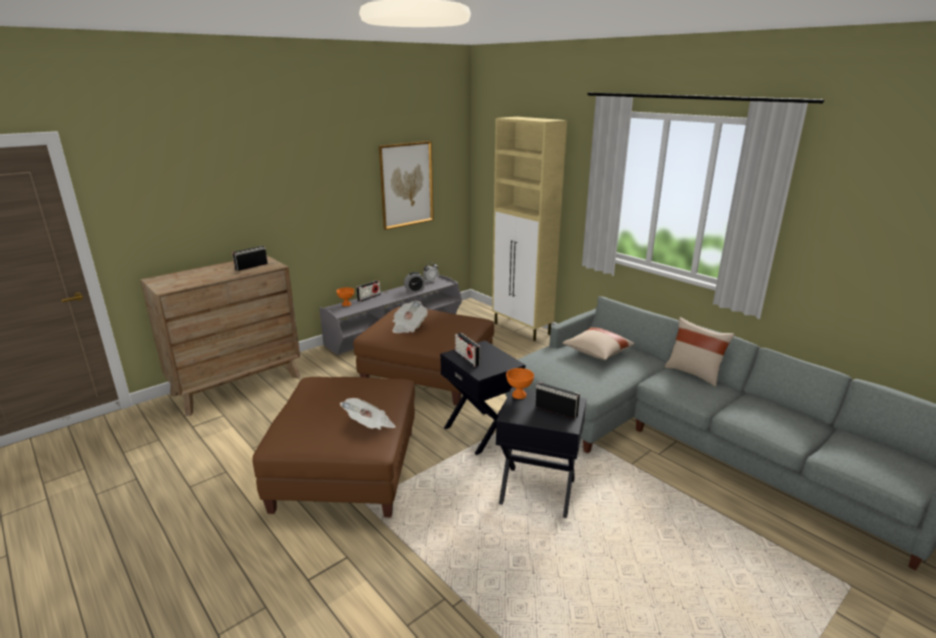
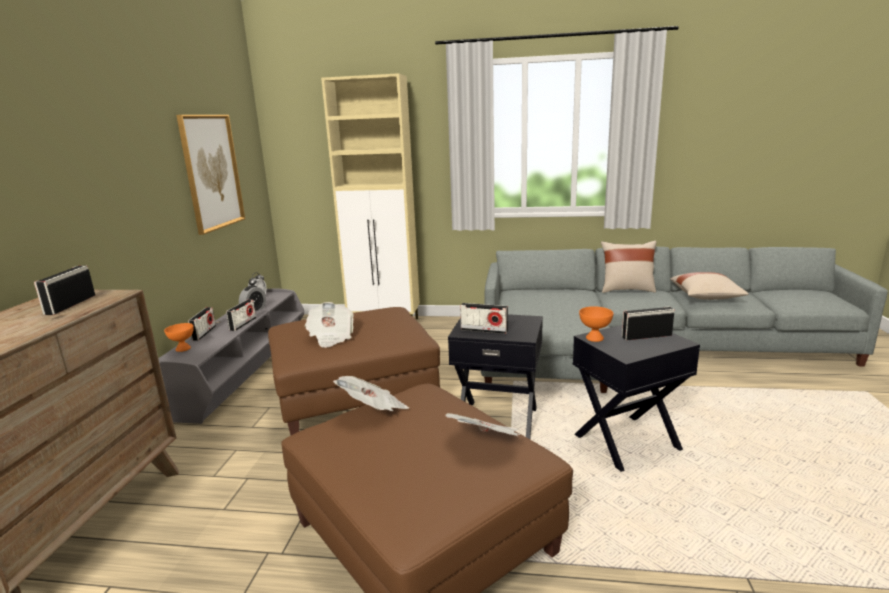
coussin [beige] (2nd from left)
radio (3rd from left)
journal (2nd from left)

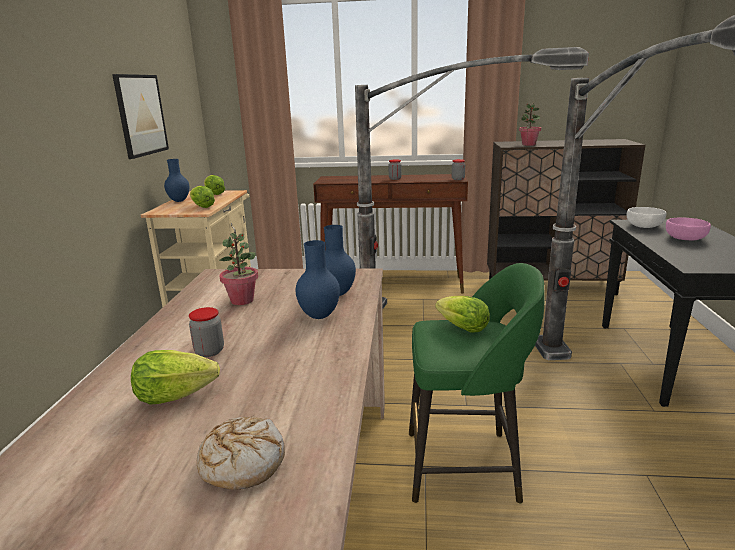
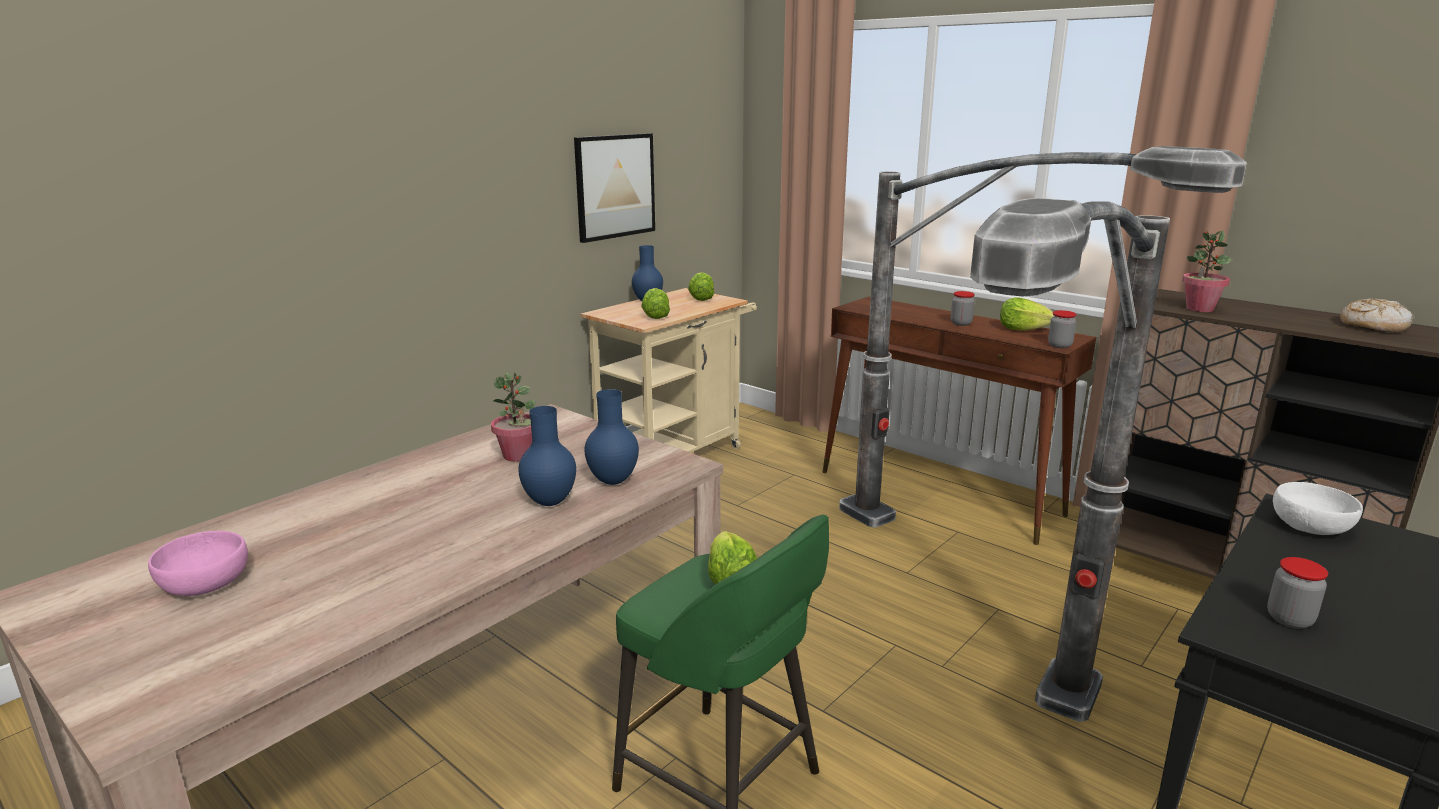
bol [rose]
bocal (3rd from left)
laitue (4th from left)
pain

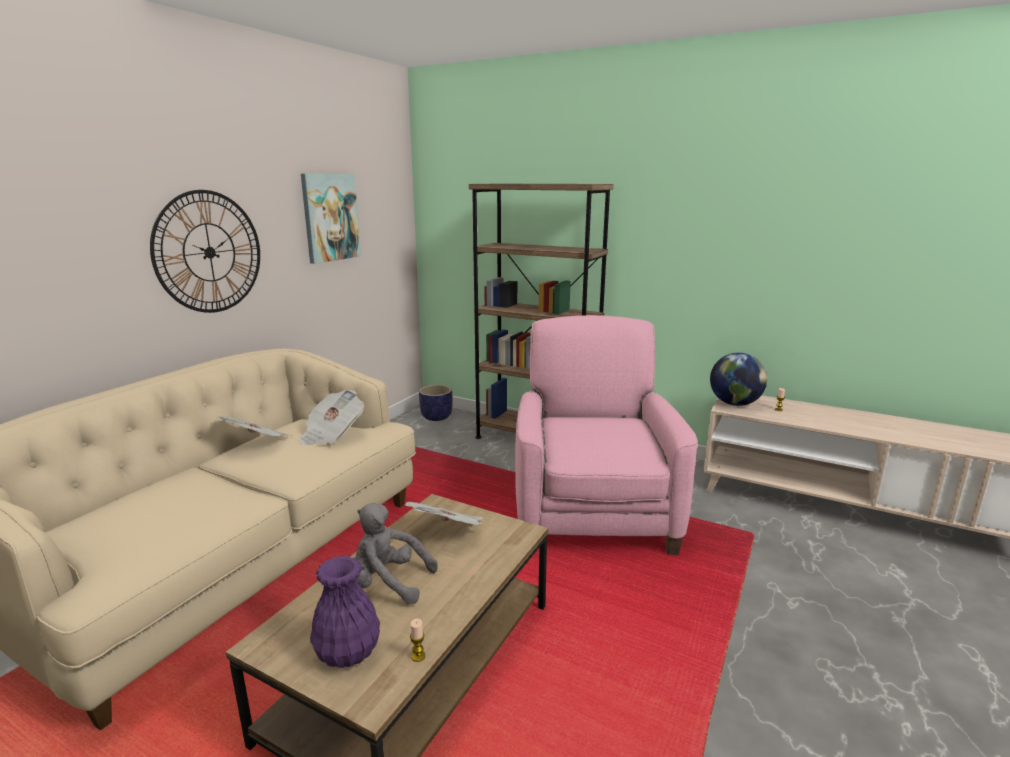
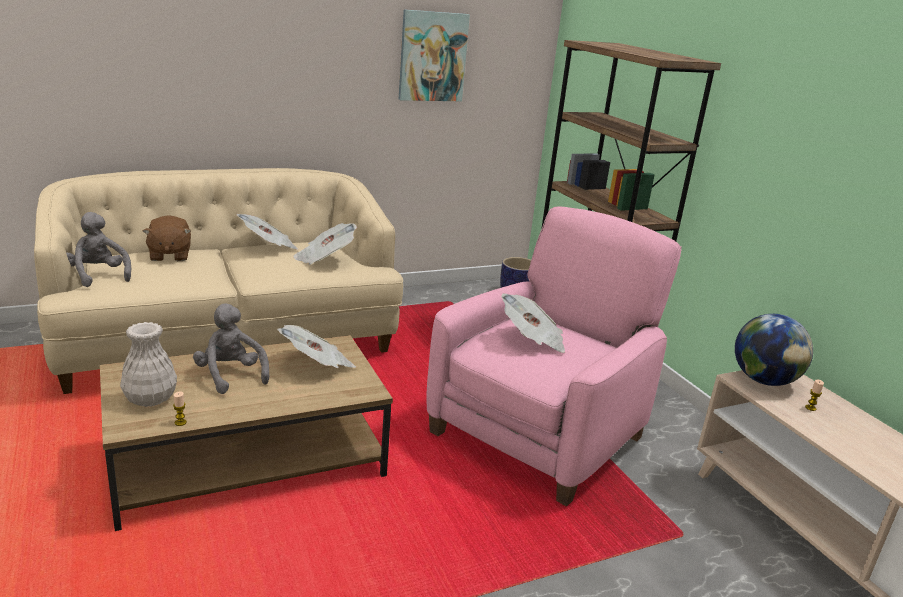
horloge murale
vase [blanc]
peluche [gris] (1st from left)
peluche [marron]
journal (4th from left)

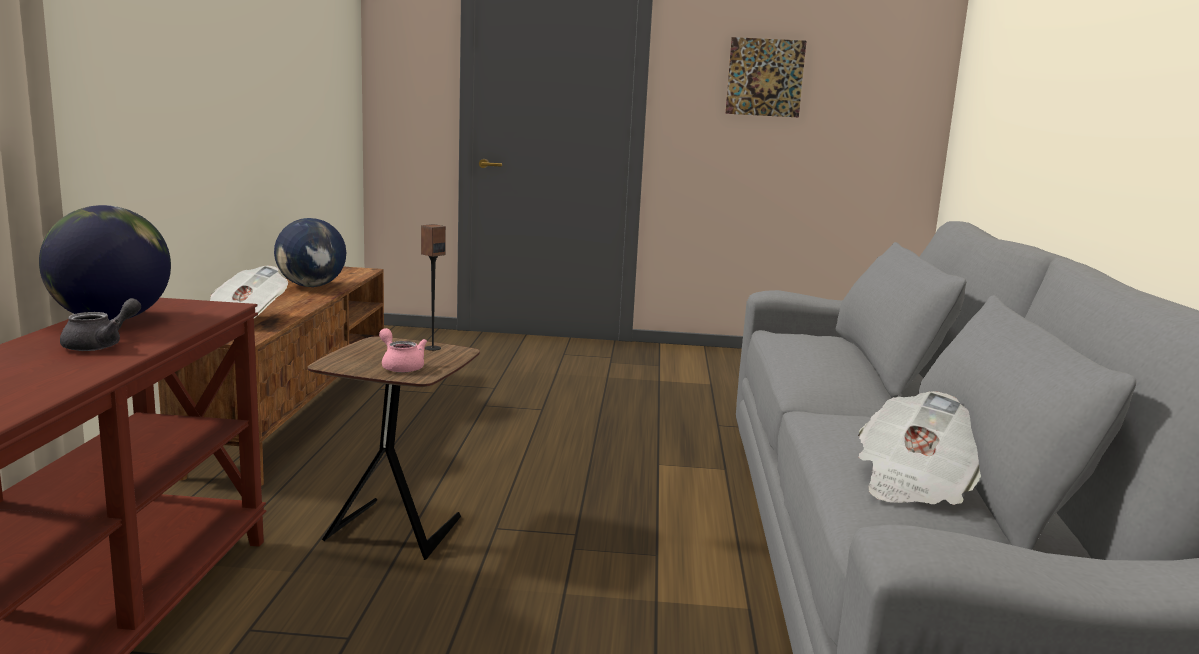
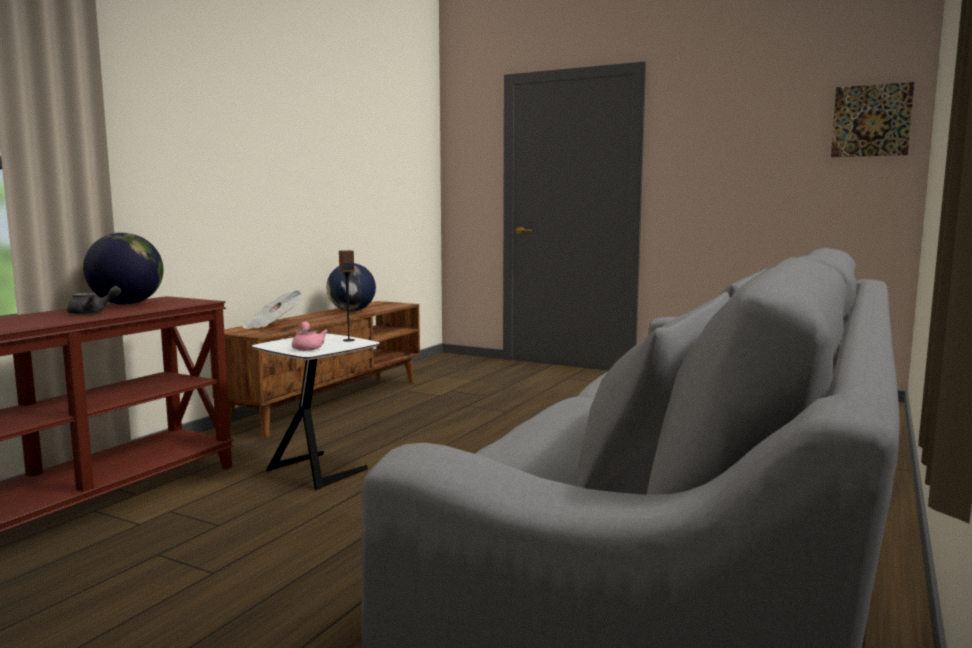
tableau
table d'appoint [blanc]
journal (2nd from left in the first image)

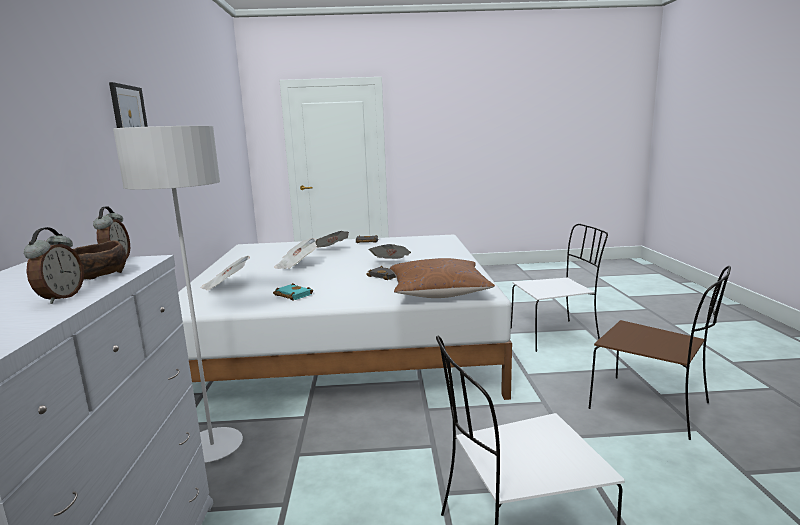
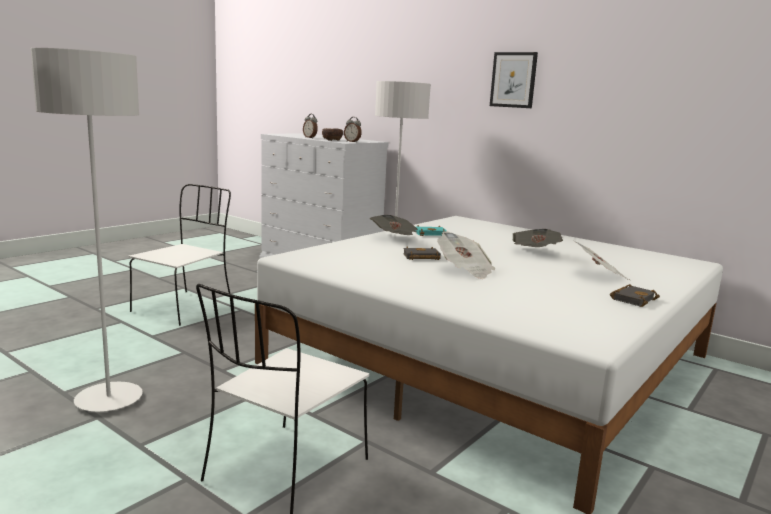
journal (1st from left)
coussin [marron]
lampadaire [gris] (1st from left)

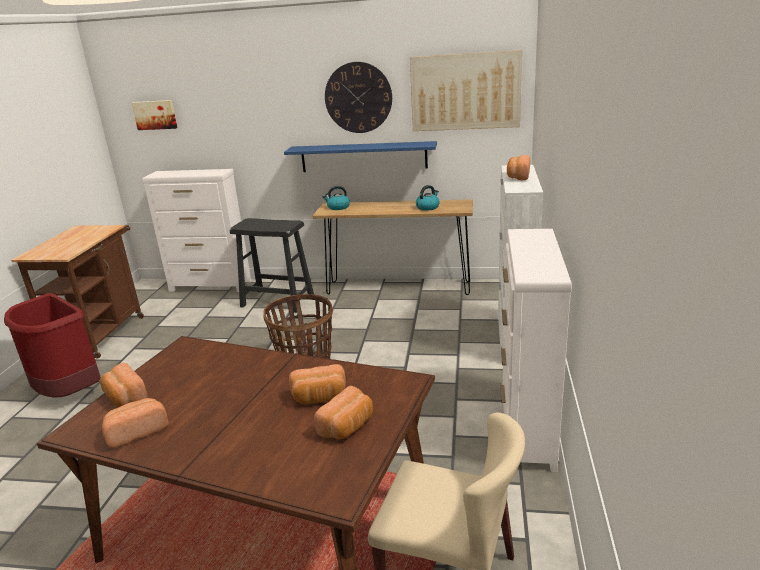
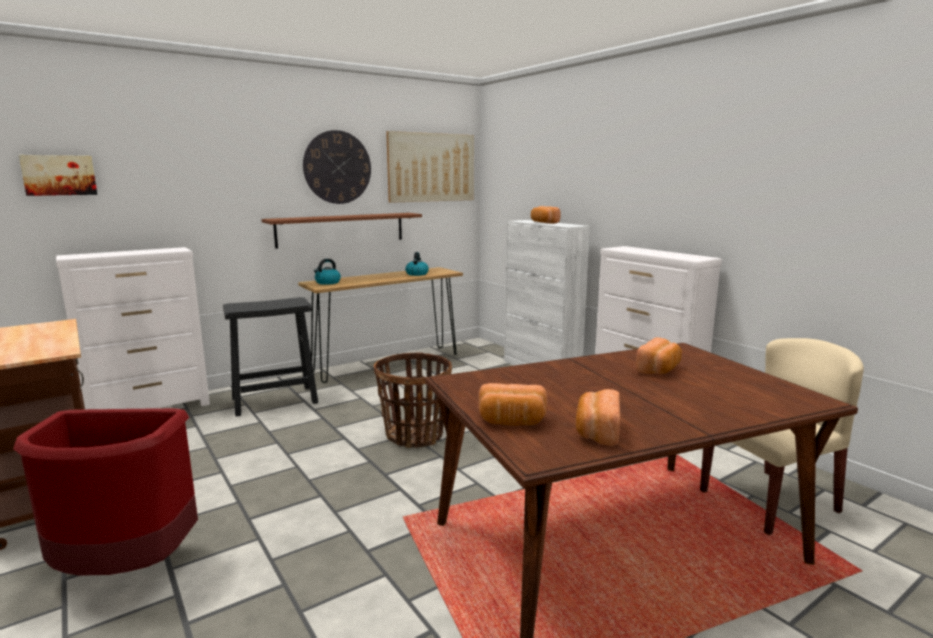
étagère [marron]
pain (4th from left in the first image)

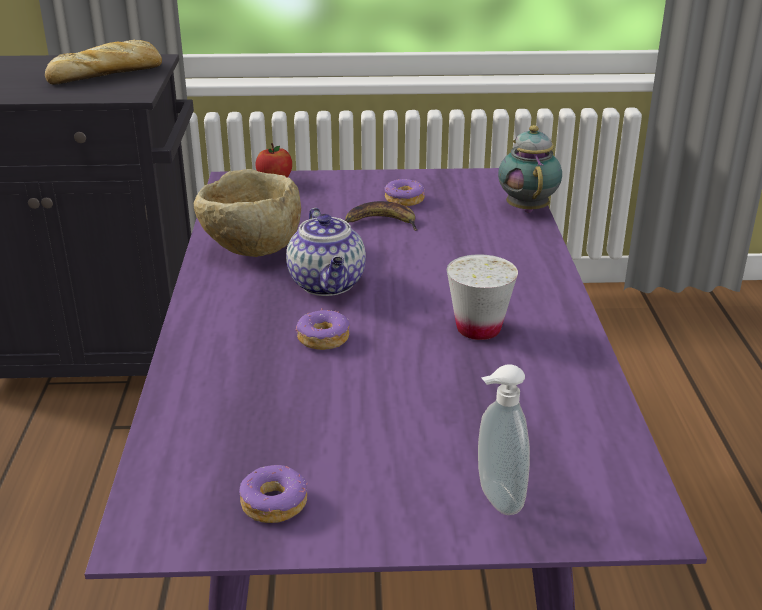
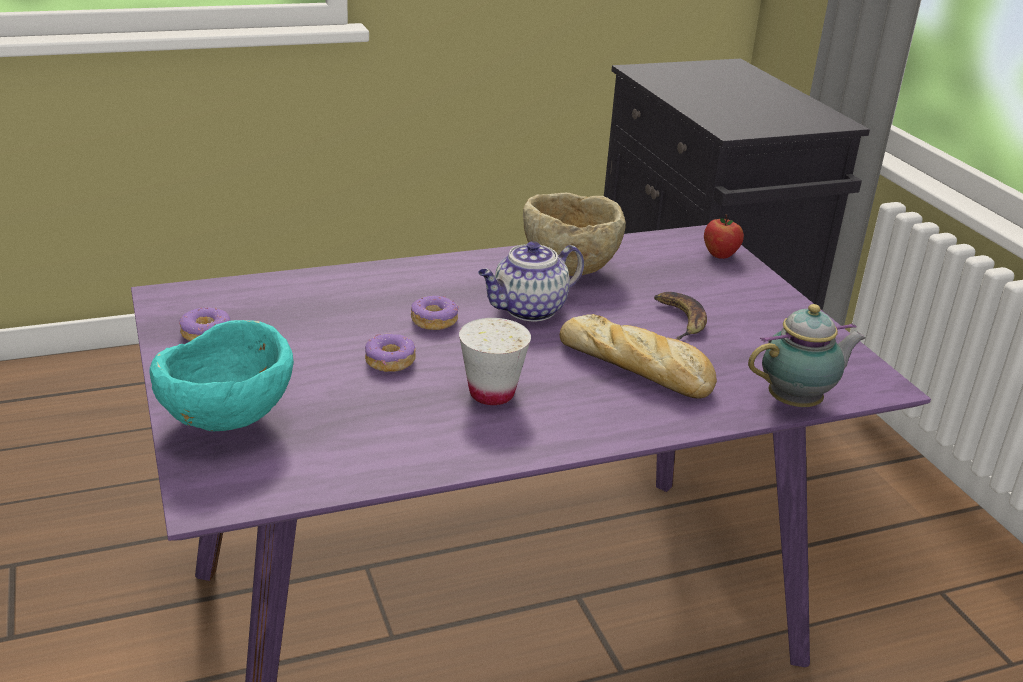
pain
beignet (2nd from left)
bol [turquoise]

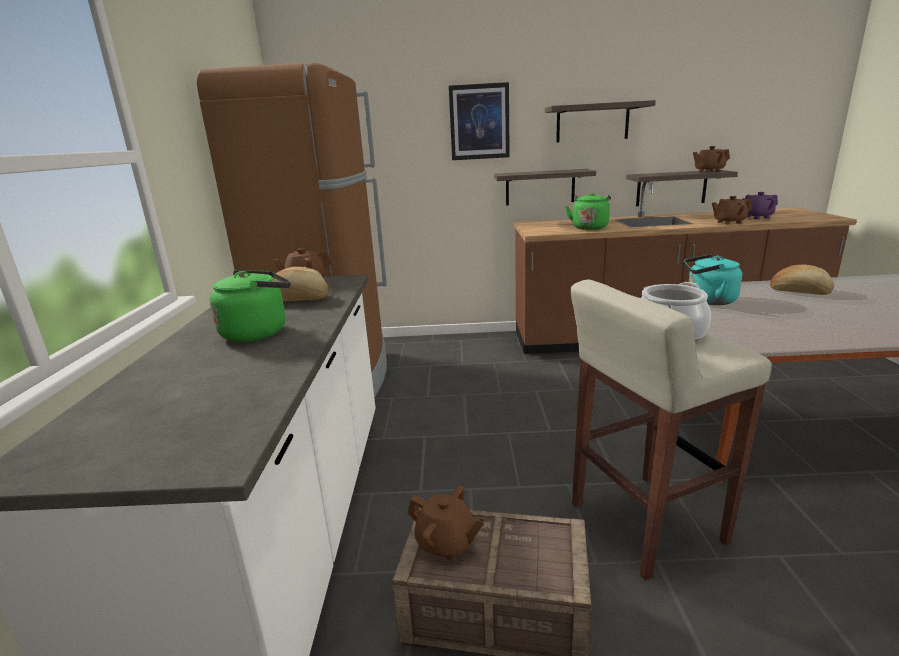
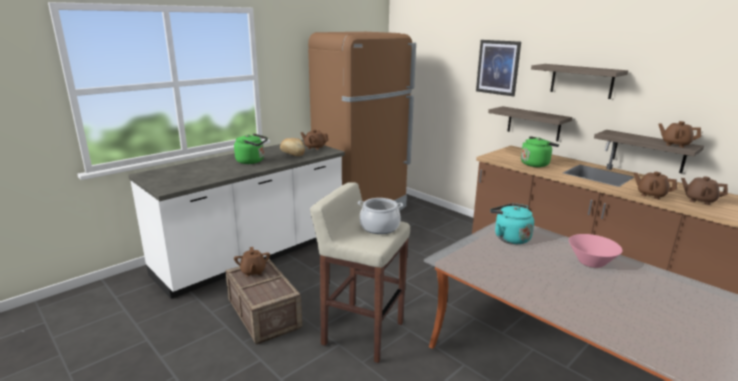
théière [marron] (5th from left)
bol [rose]

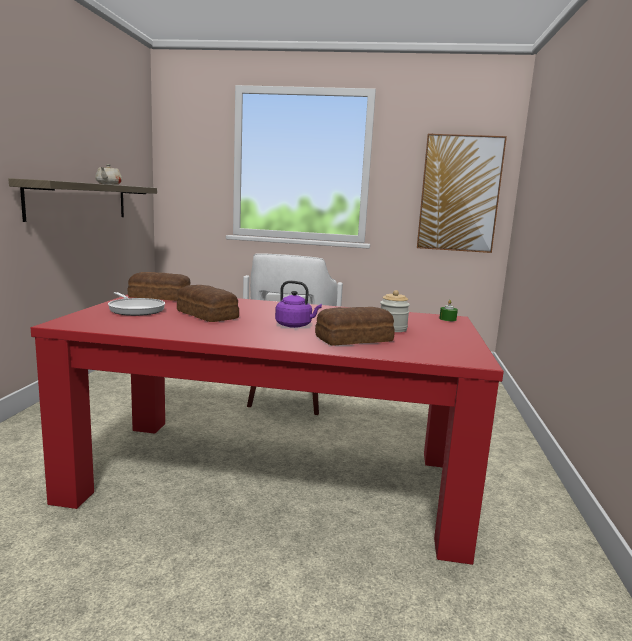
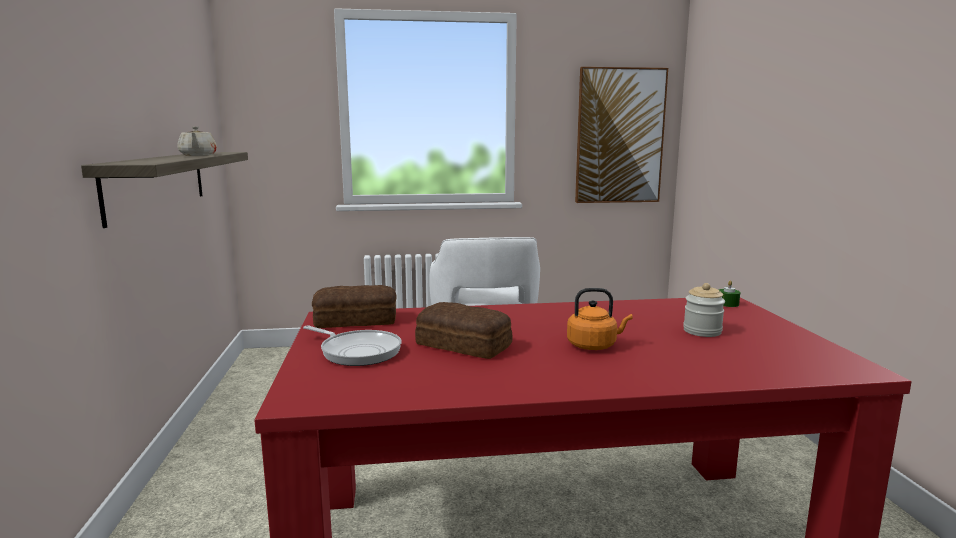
bouilloire [orange]
pain (3rd from left in the first image)

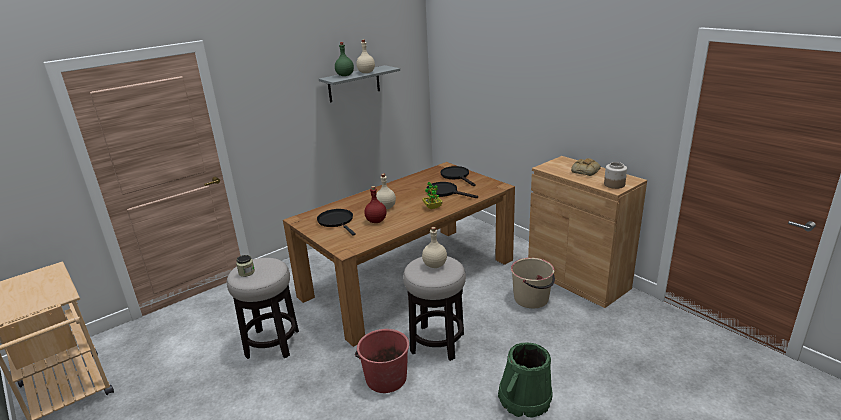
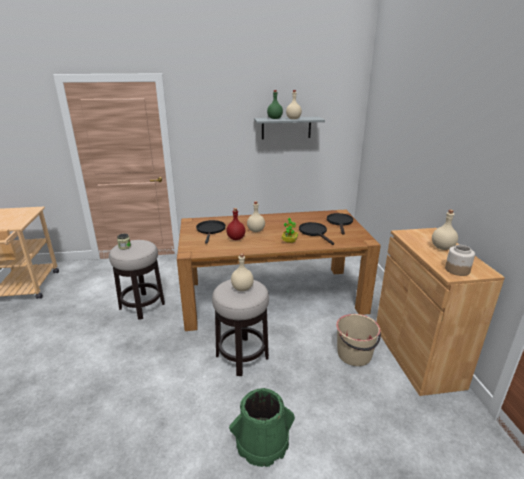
bouteille [beige] (4th from left)
seau [rouge]

